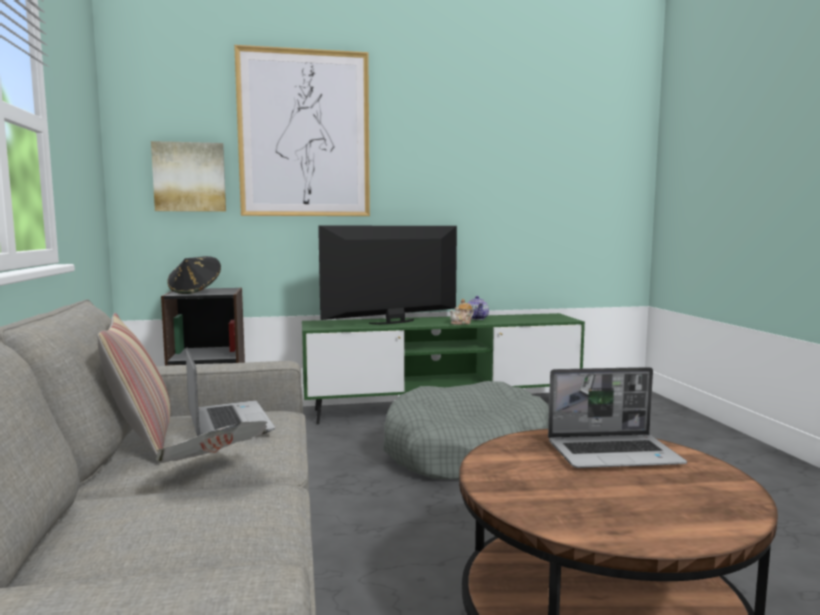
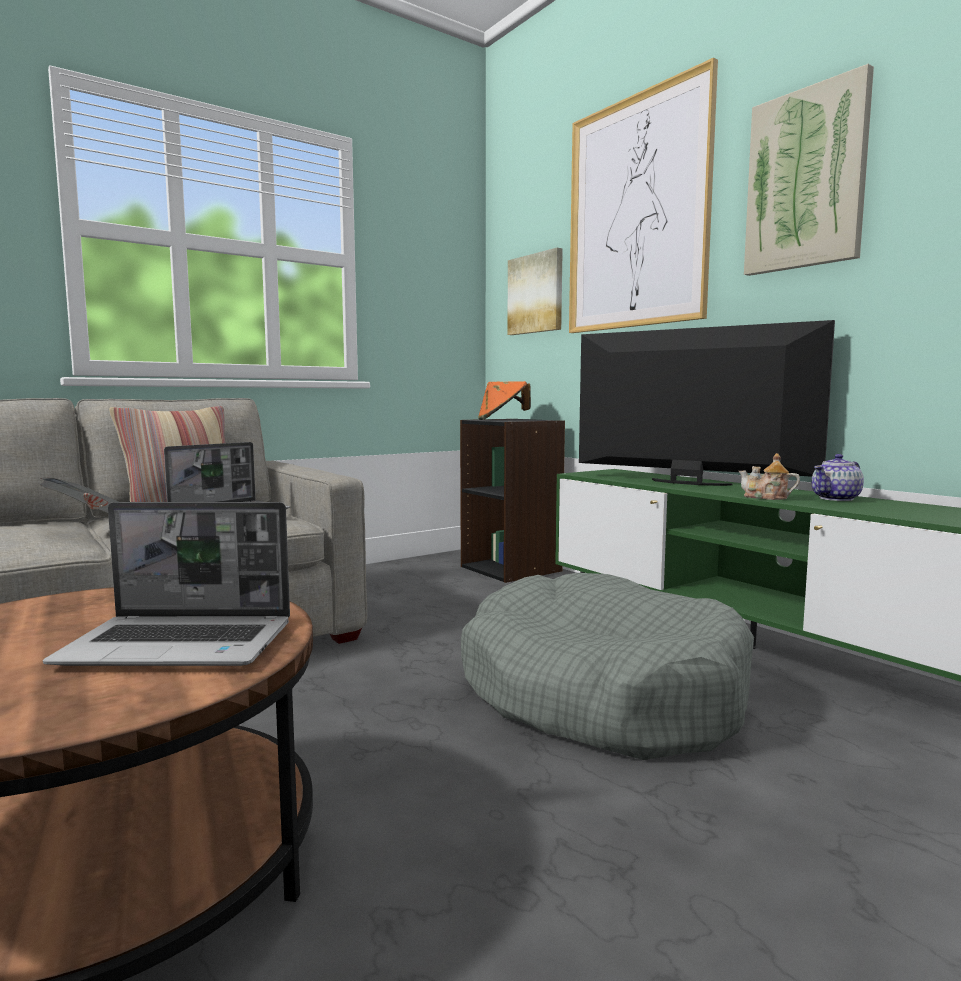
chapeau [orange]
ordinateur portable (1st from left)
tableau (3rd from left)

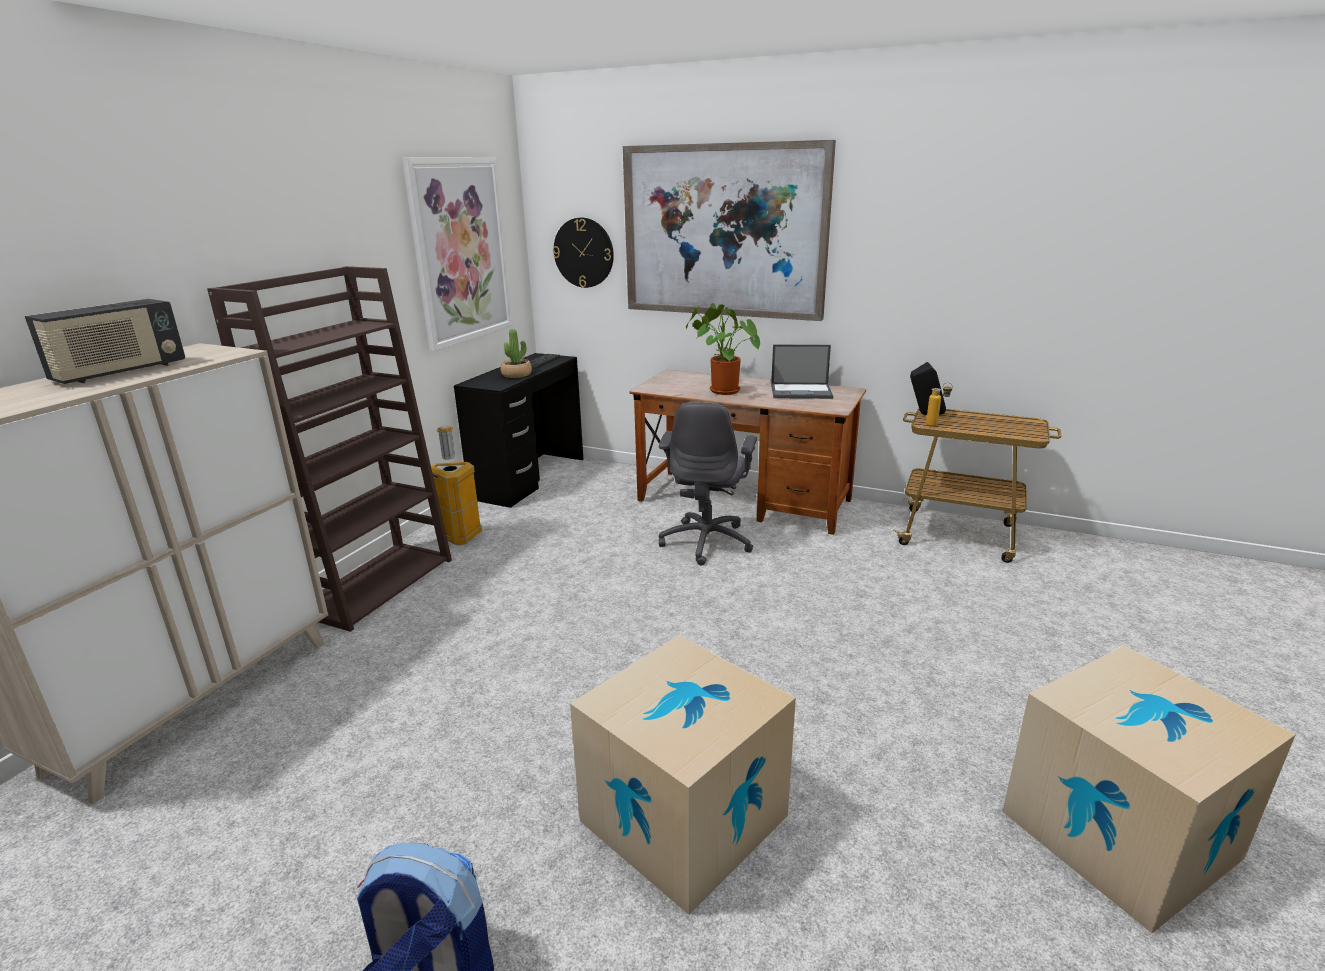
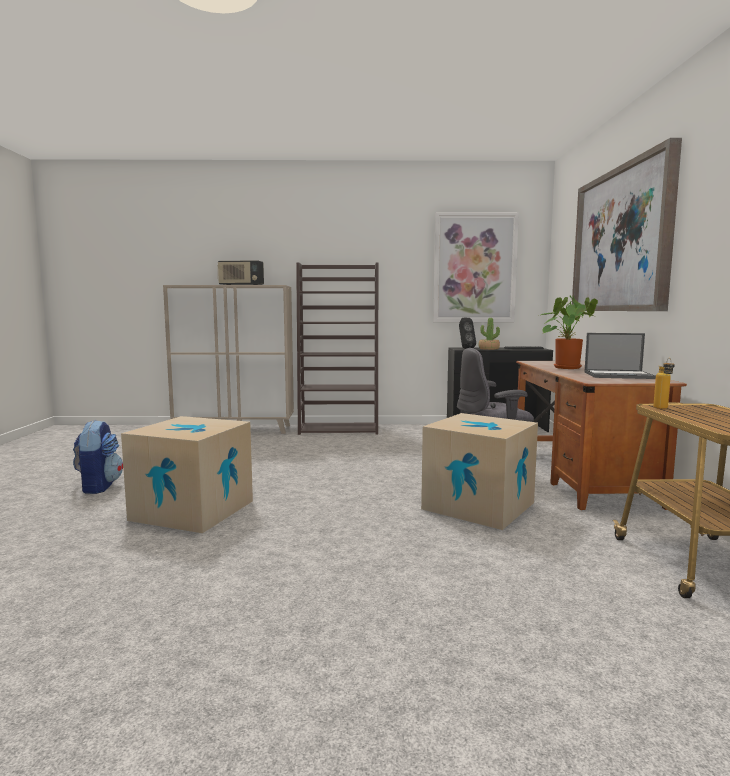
horloge murale
ordinateur portable
enceinte [noir]
poubelle
carton (2nd from left)

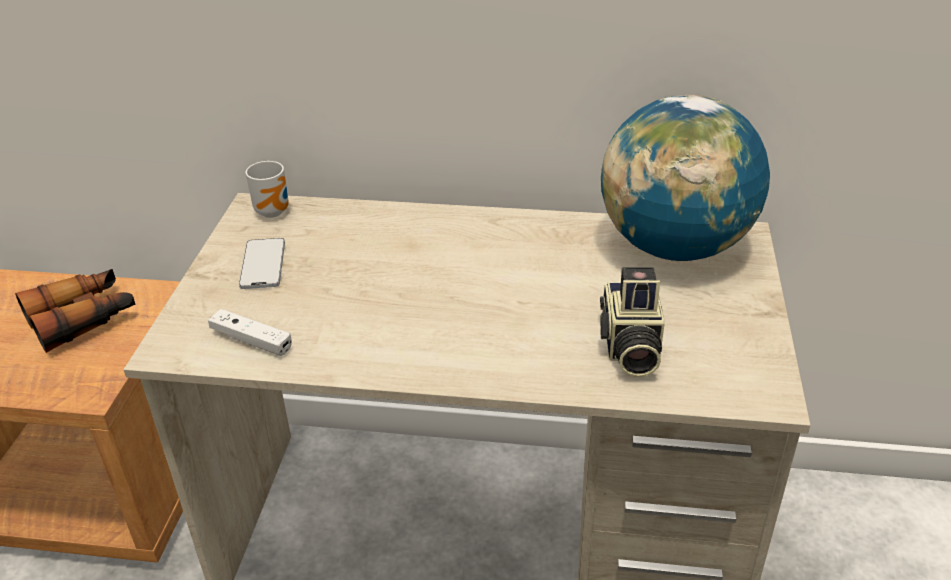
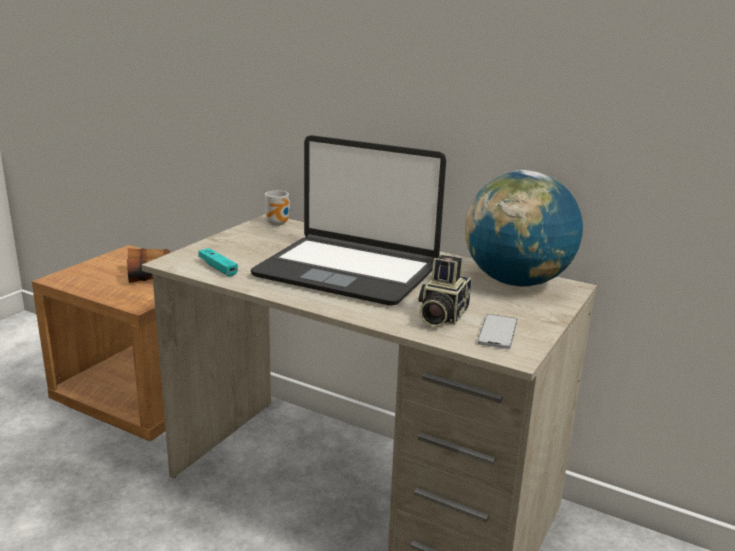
téléphone
manette [turquoise]
ordinateur portable

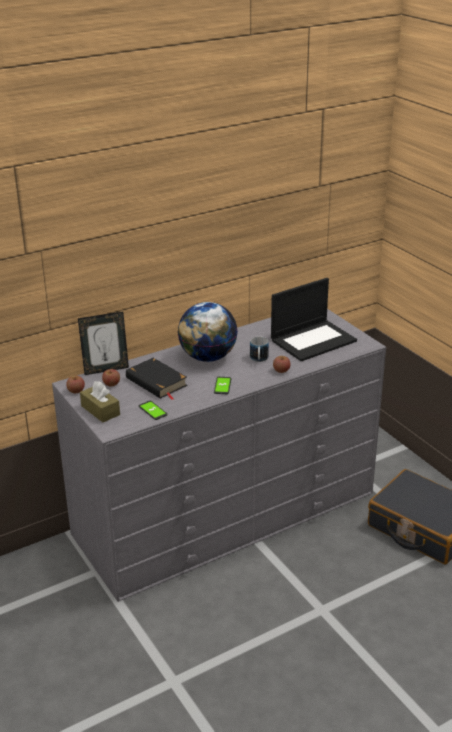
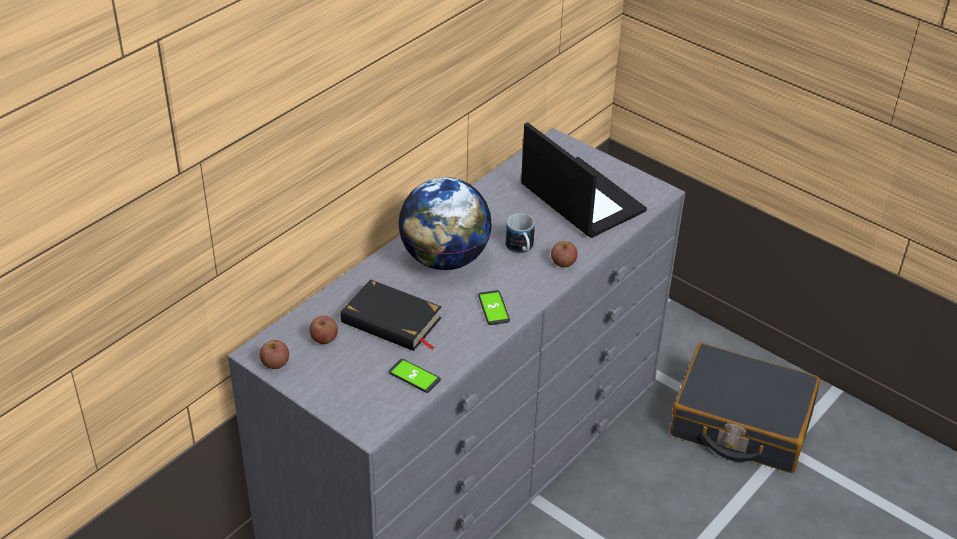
ordinateur portable
cadre photo
boîte à mouchoirs [marron]

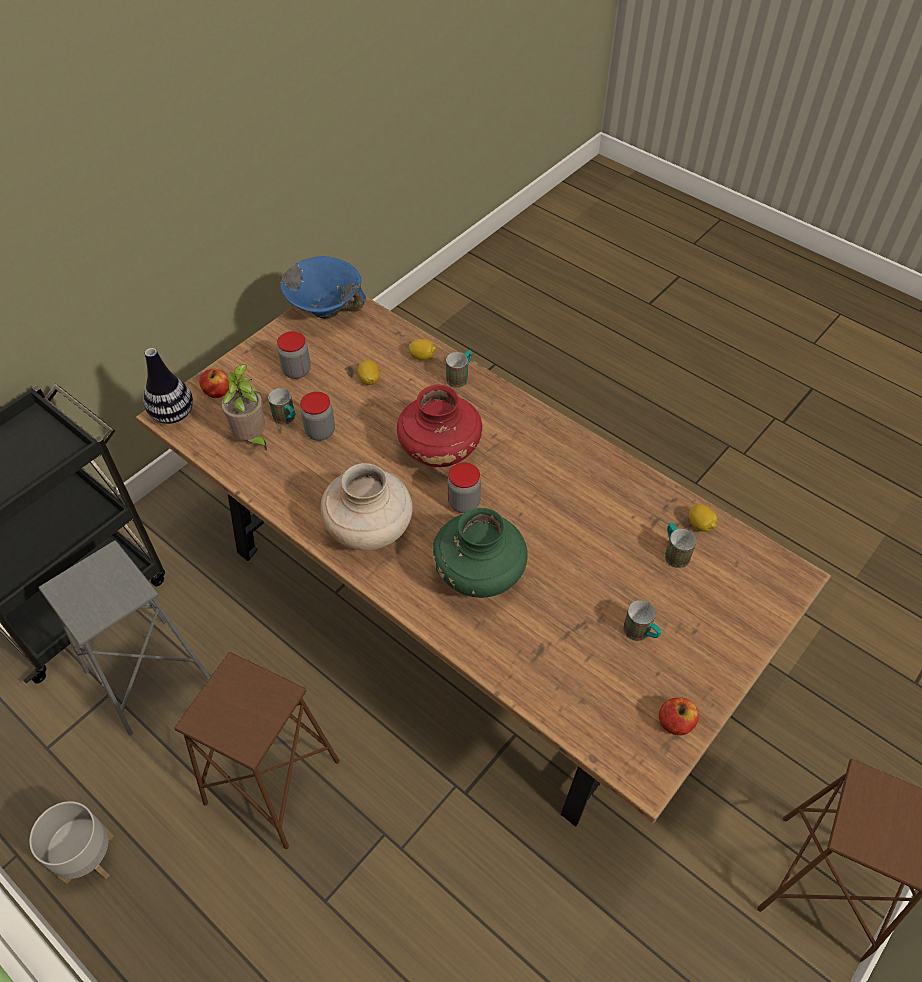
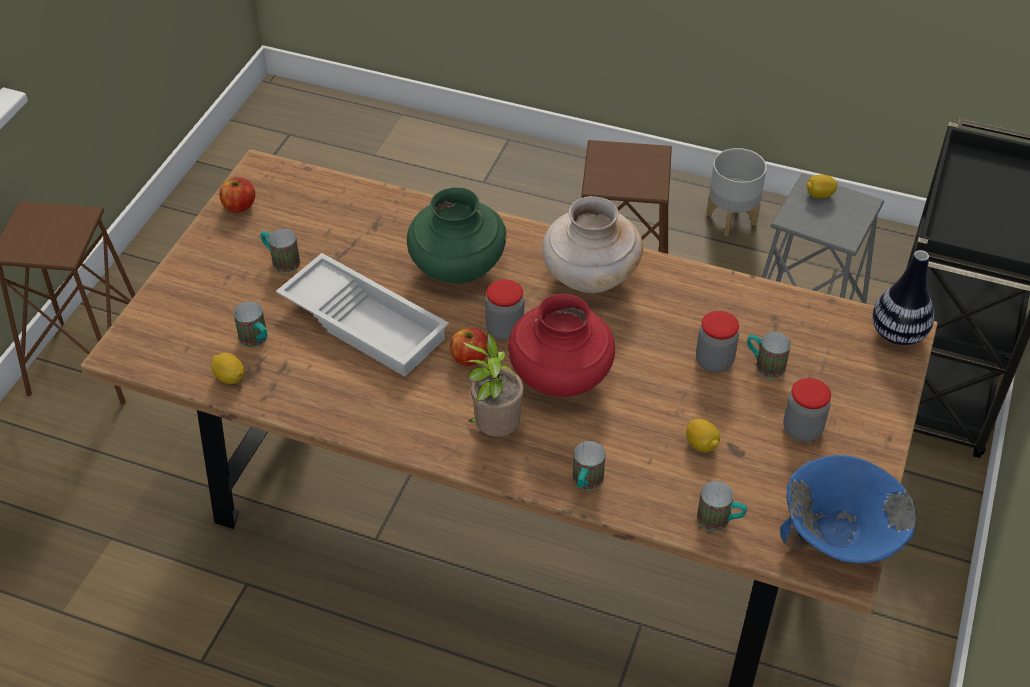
citron (3rd from left)
plante en pot
pomme (2nd from left)
plateau [blanc]
mug (4th from left)

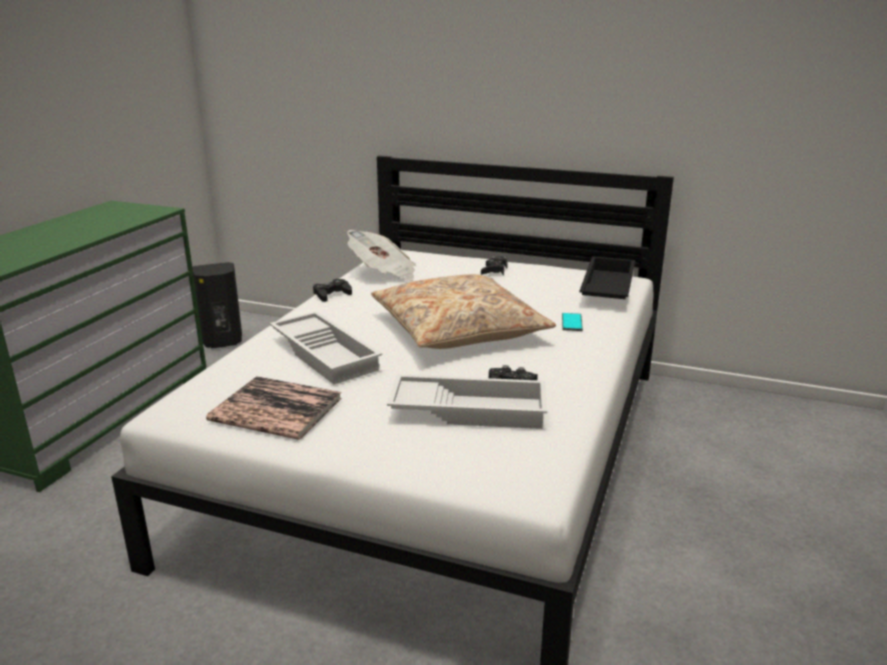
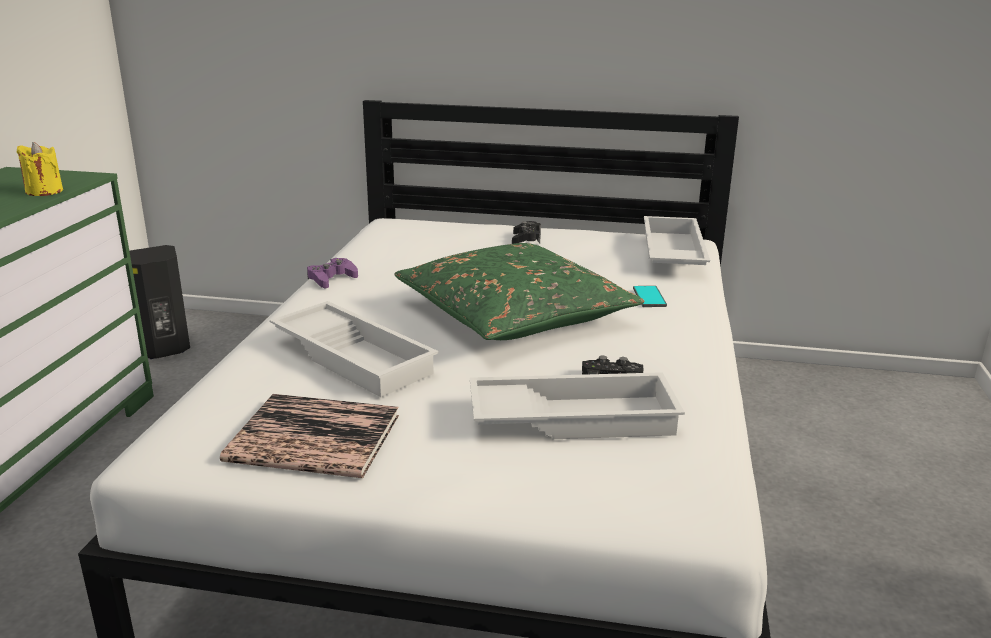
journal
plateau [blanc] (3rd from left)
coussin [vert]
manette [violet]
bougie [jaune]

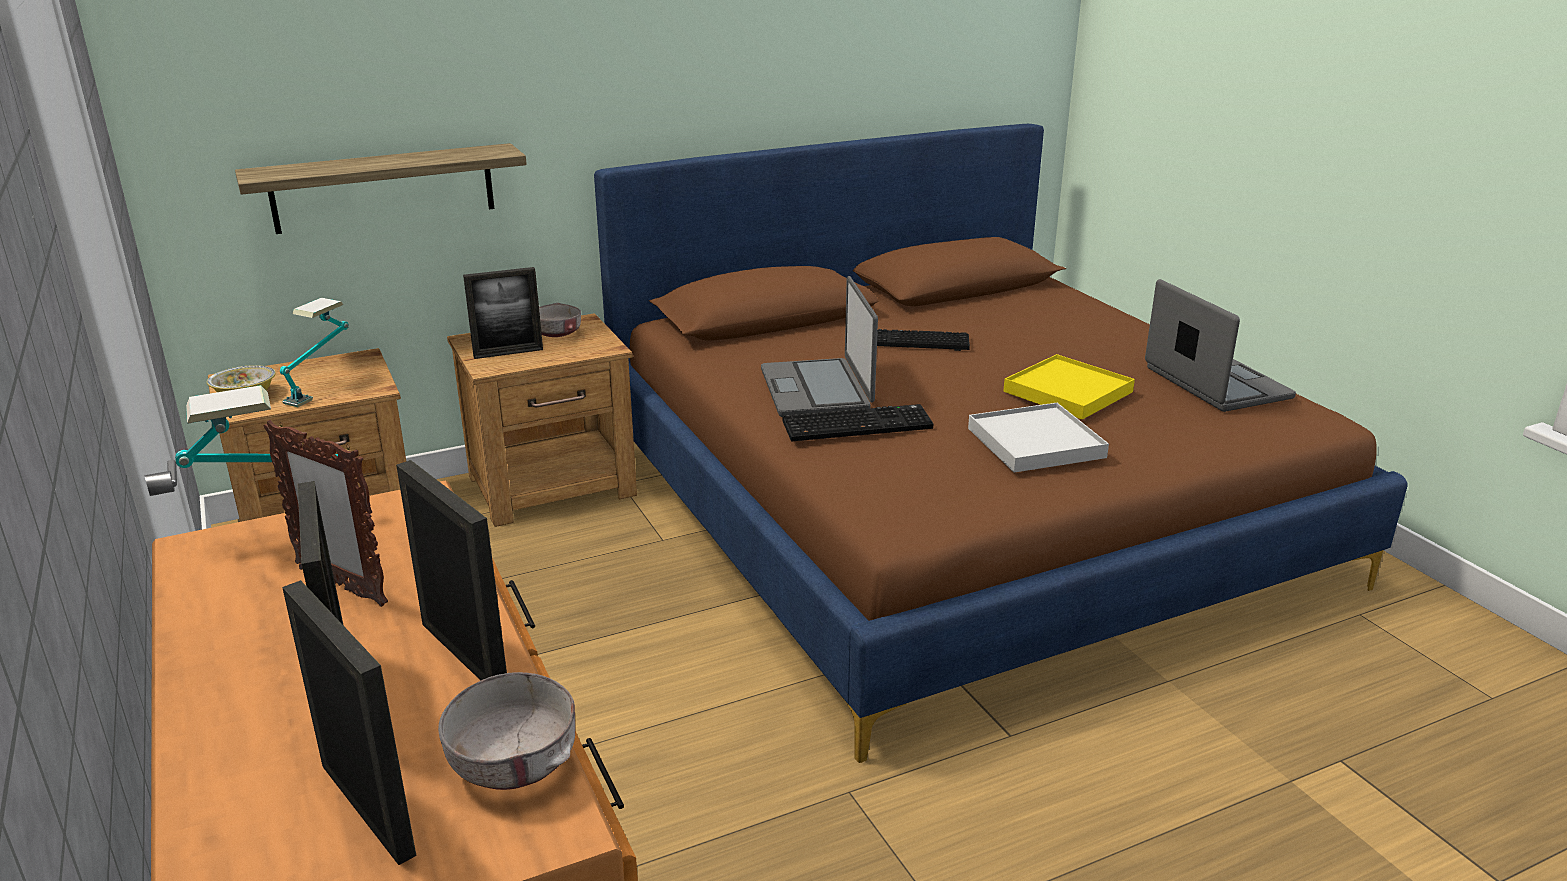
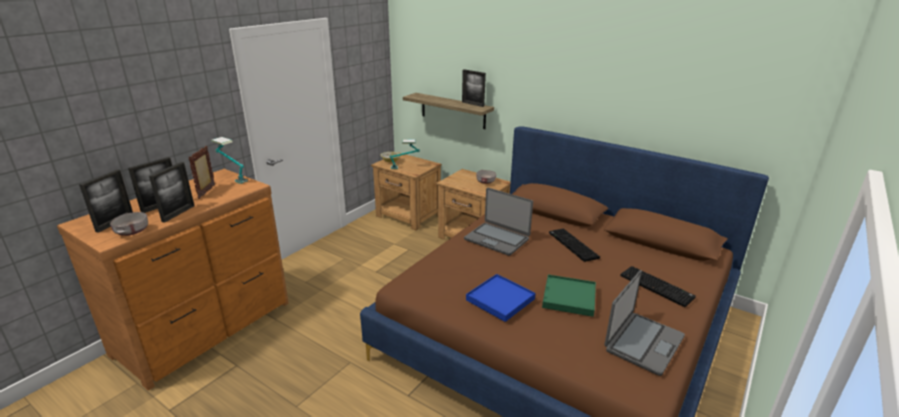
cadre photo (5th from left)
ordinateur portable (1st from left)
plateau [vert]
plateau [bleu]
clavier (2nd from left)

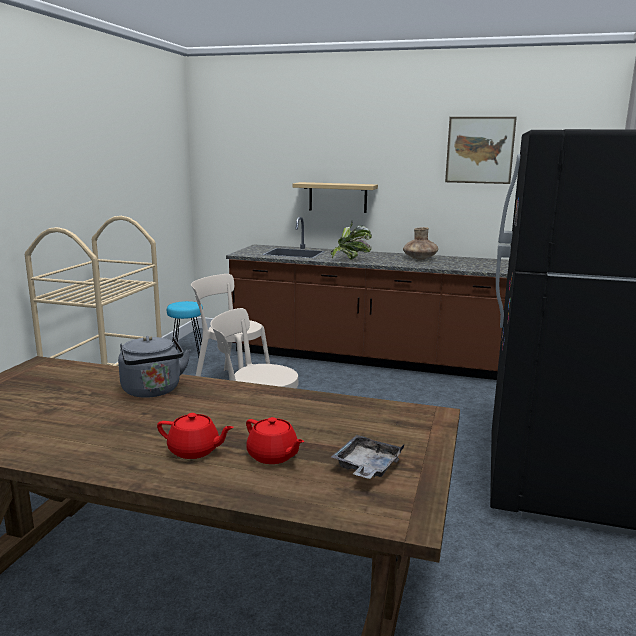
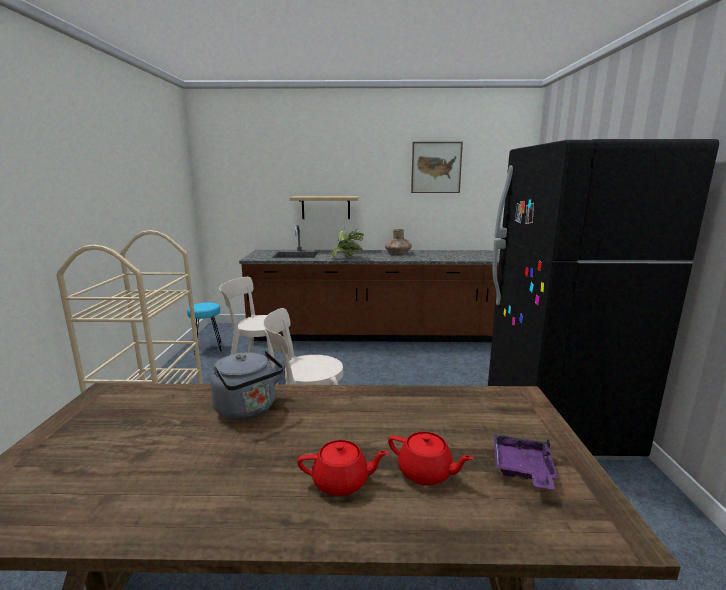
plateau [violet]

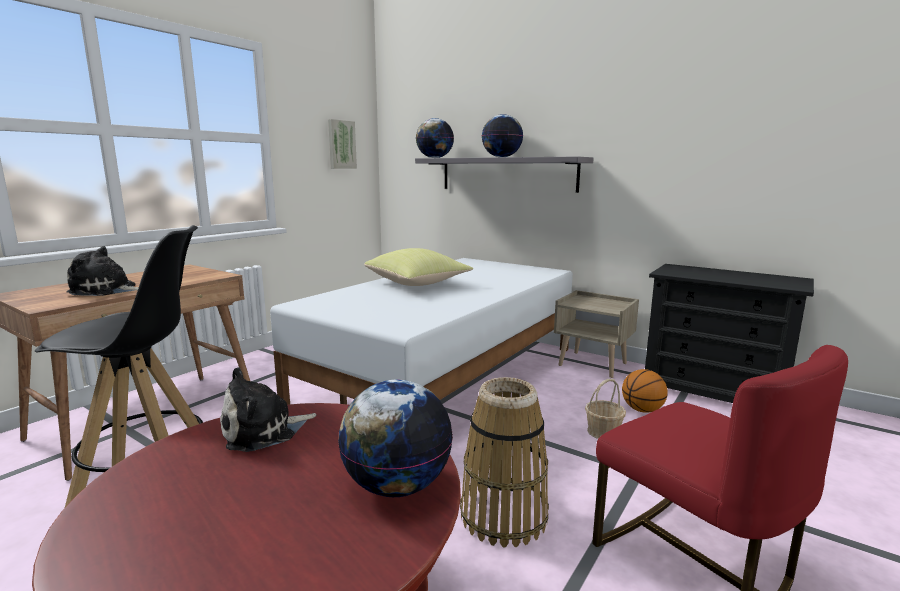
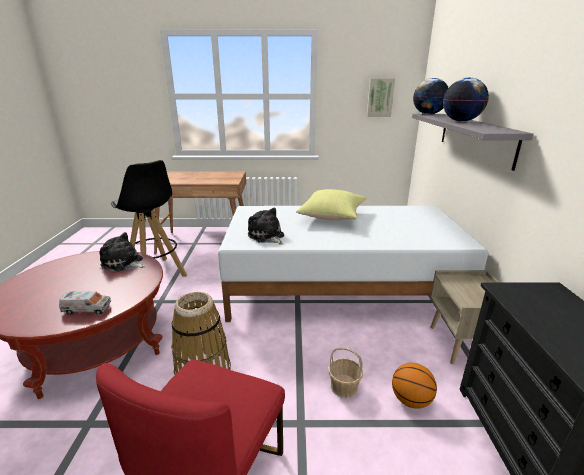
peluche (2nd from left)
camion jouet

